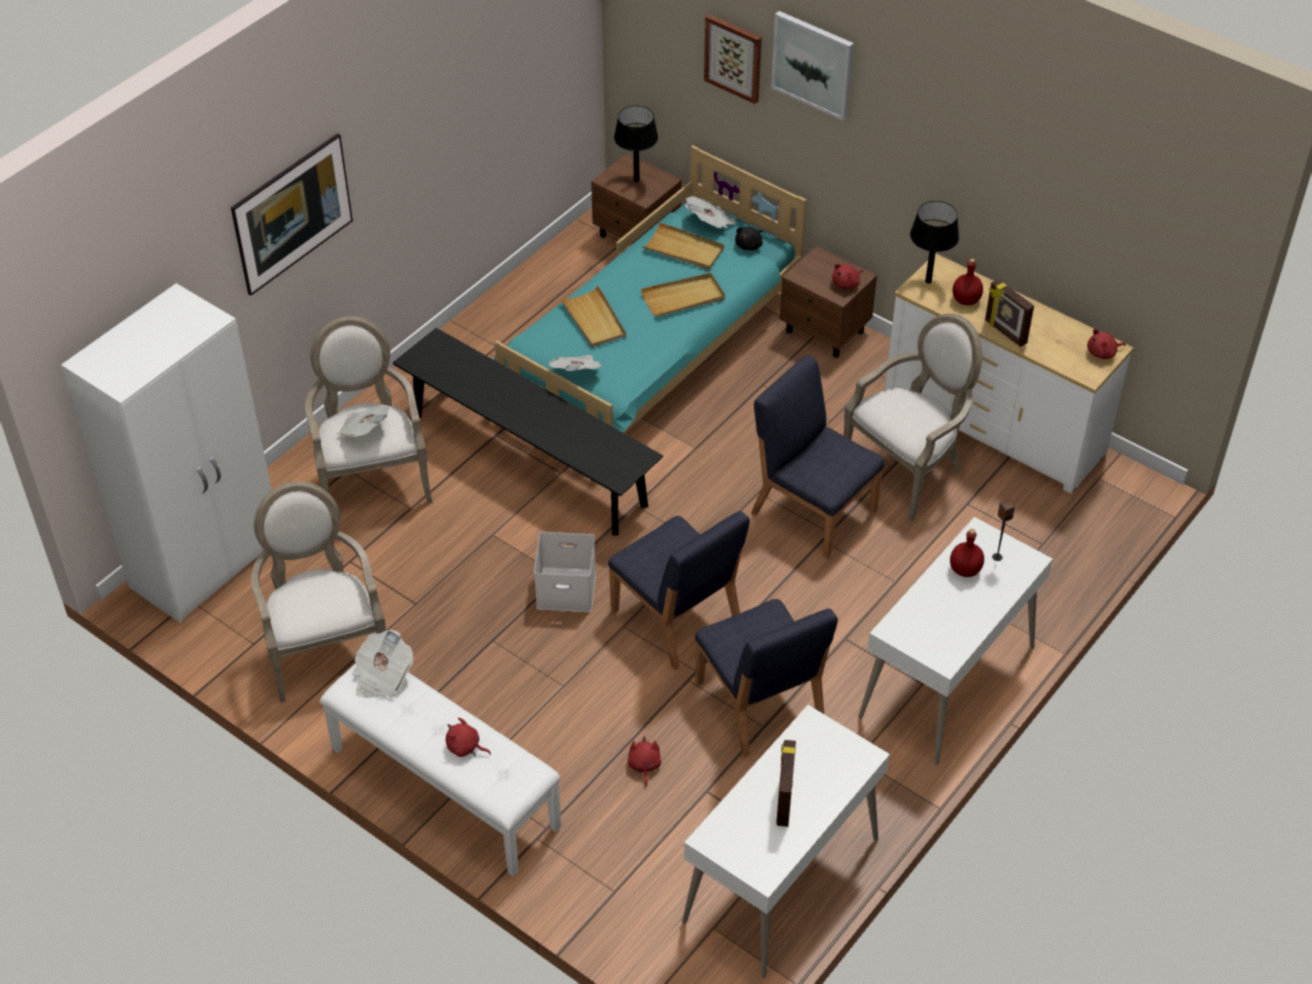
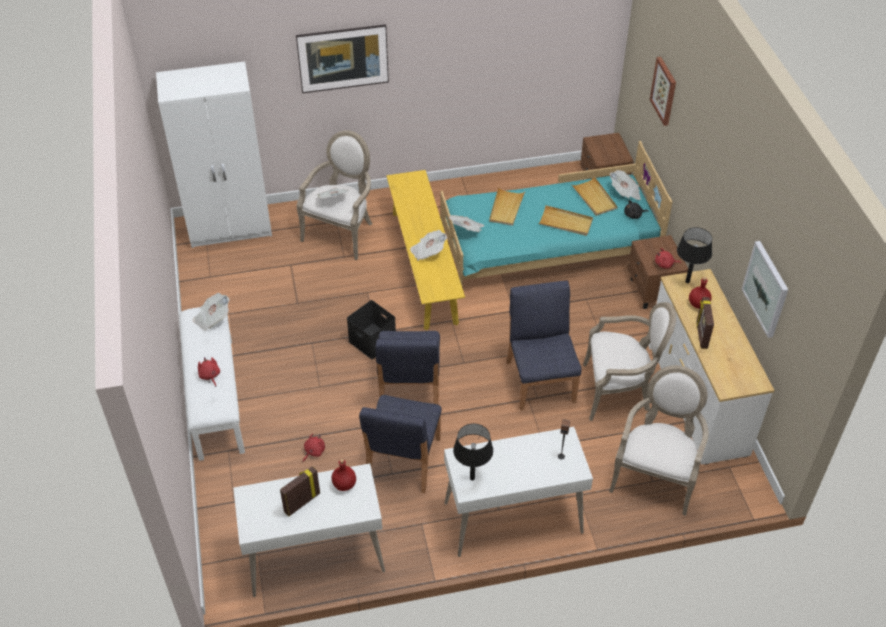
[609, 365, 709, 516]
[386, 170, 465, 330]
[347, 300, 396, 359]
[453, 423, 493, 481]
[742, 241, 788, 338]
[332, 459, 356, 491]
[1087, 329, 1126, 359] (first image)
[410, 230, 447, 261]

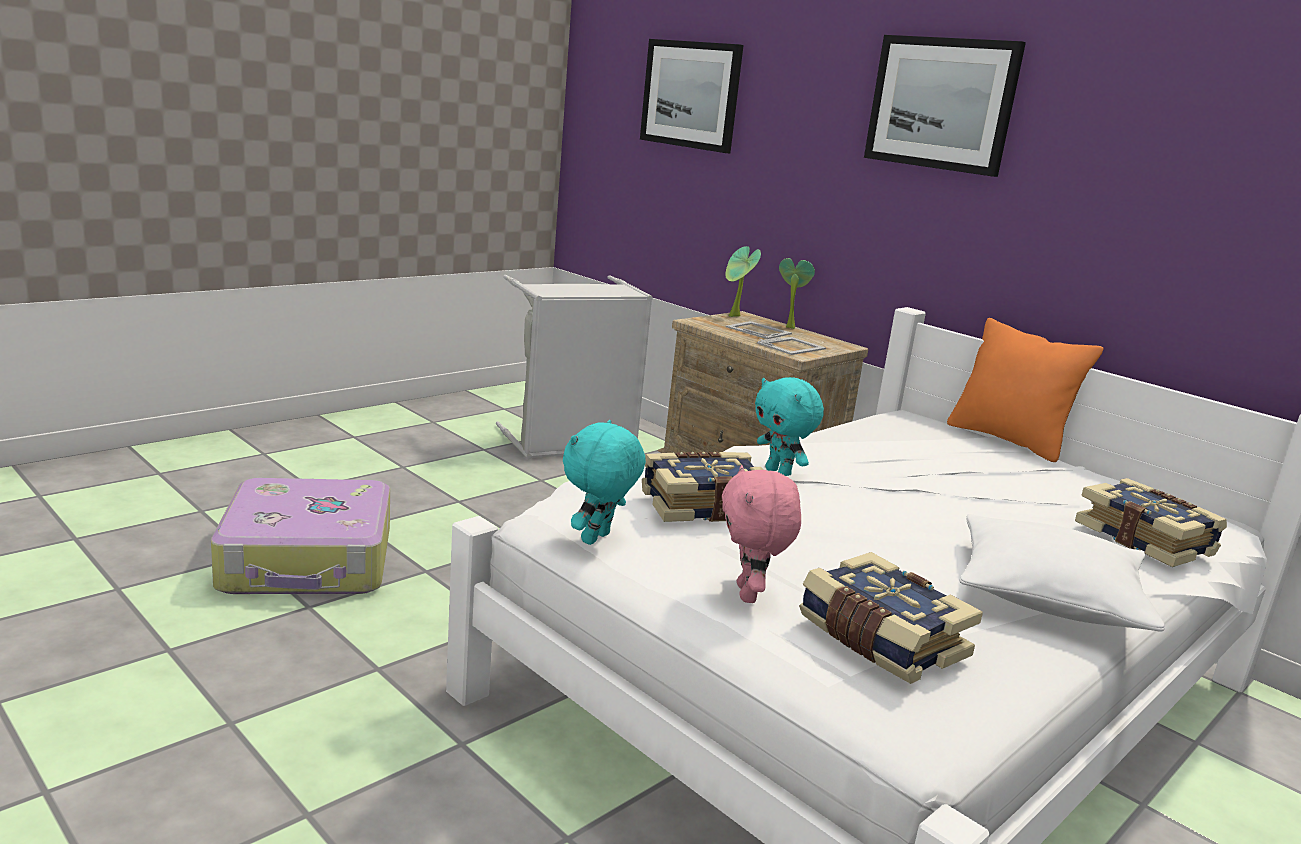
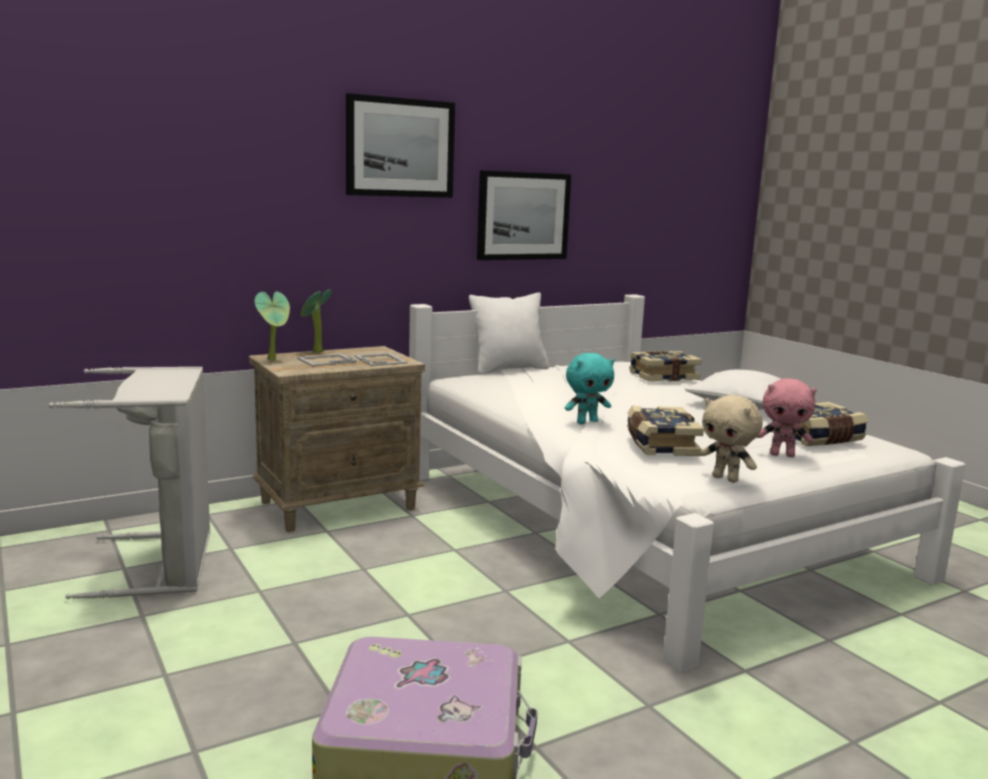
[700, 395, 763, 483]
[477, 170, 571, 260]
[469, 292, 549, 374]

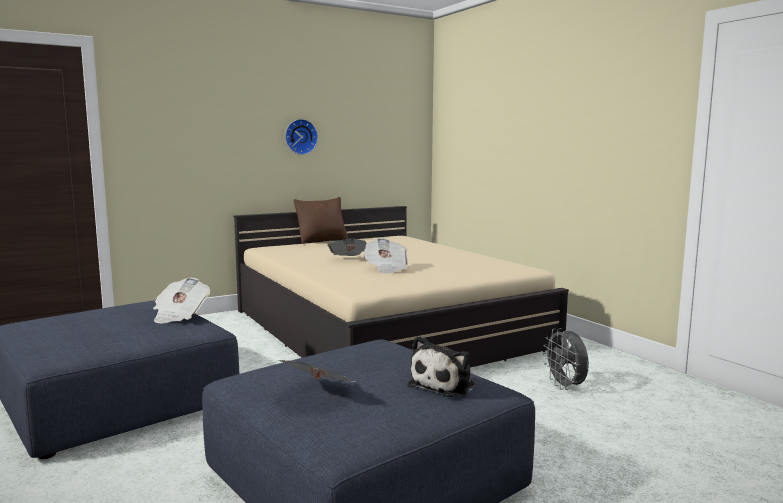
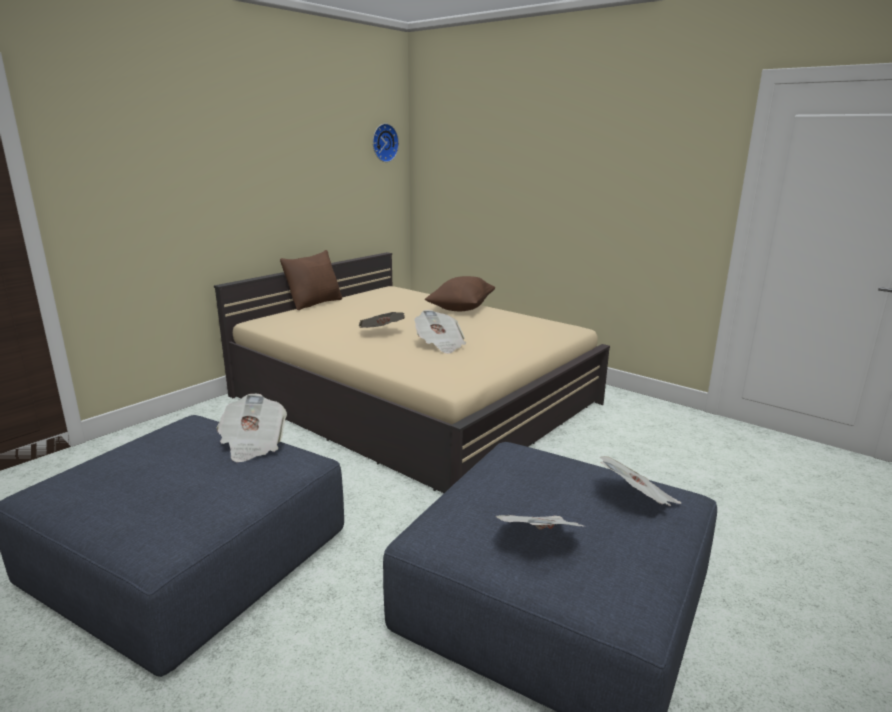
[373, 123, 399, 162]
[599, 456, 681, 506]
[543, 328, 589, 390] (first image)
[425, 276, 495, 311]

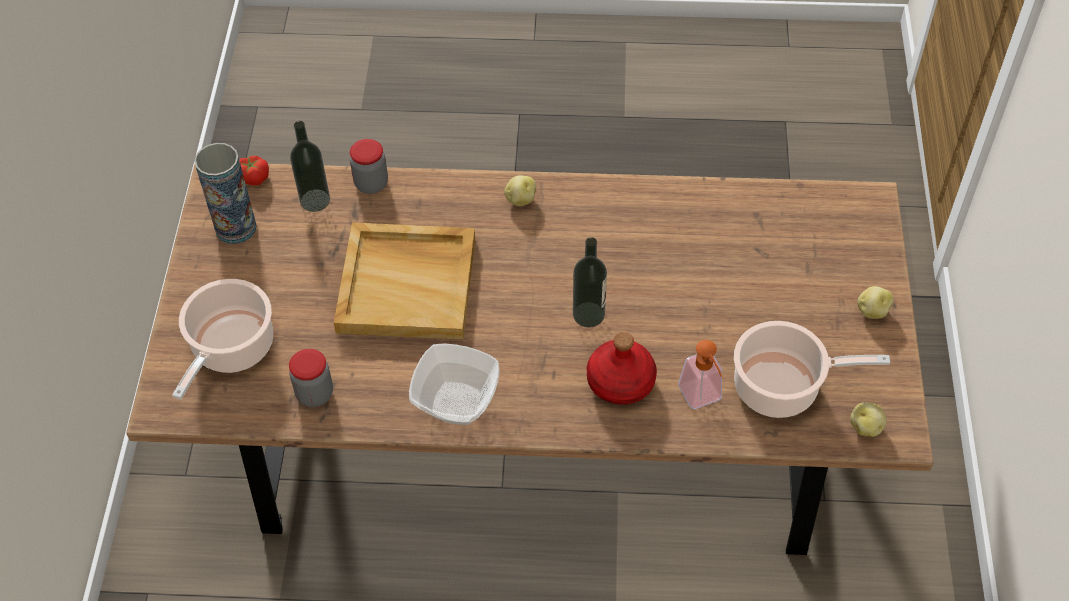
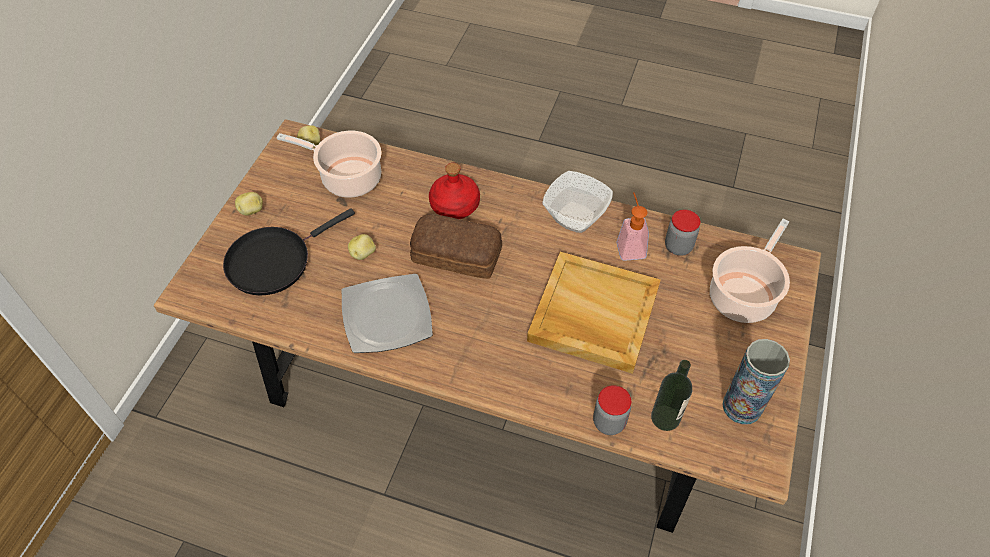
[239, 156, 269, 186] (first image)
[348, 234, 376, 260]
[410, 214, 502, 279]
[616, 192, 649, 261]
[223, 208, 355, 295]
[342, 274, 433, 353]

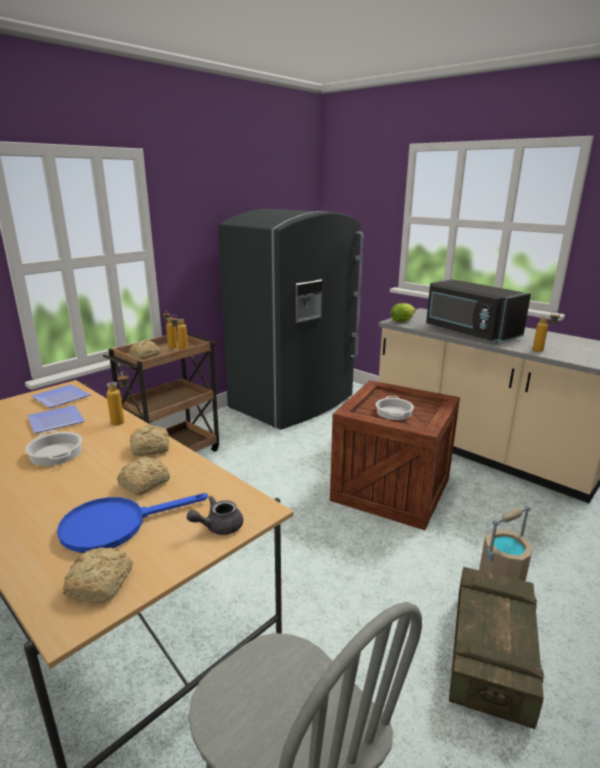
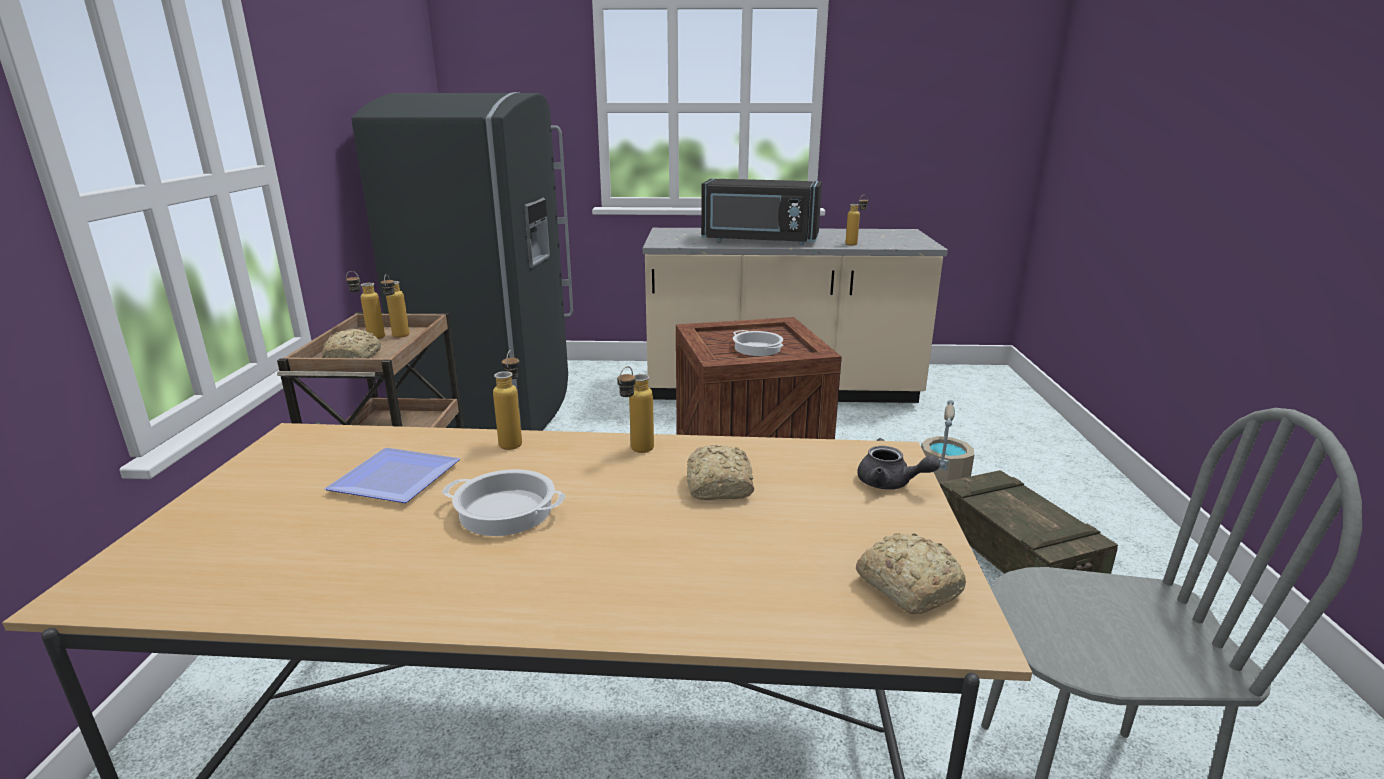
[31, 384, 91, 408] (first image)
[57, 493, 208, 553] (first image)
[617, 366, 654, 453]
[857, 446, 940, 490]
[390, 303, 416, 322] (first image)

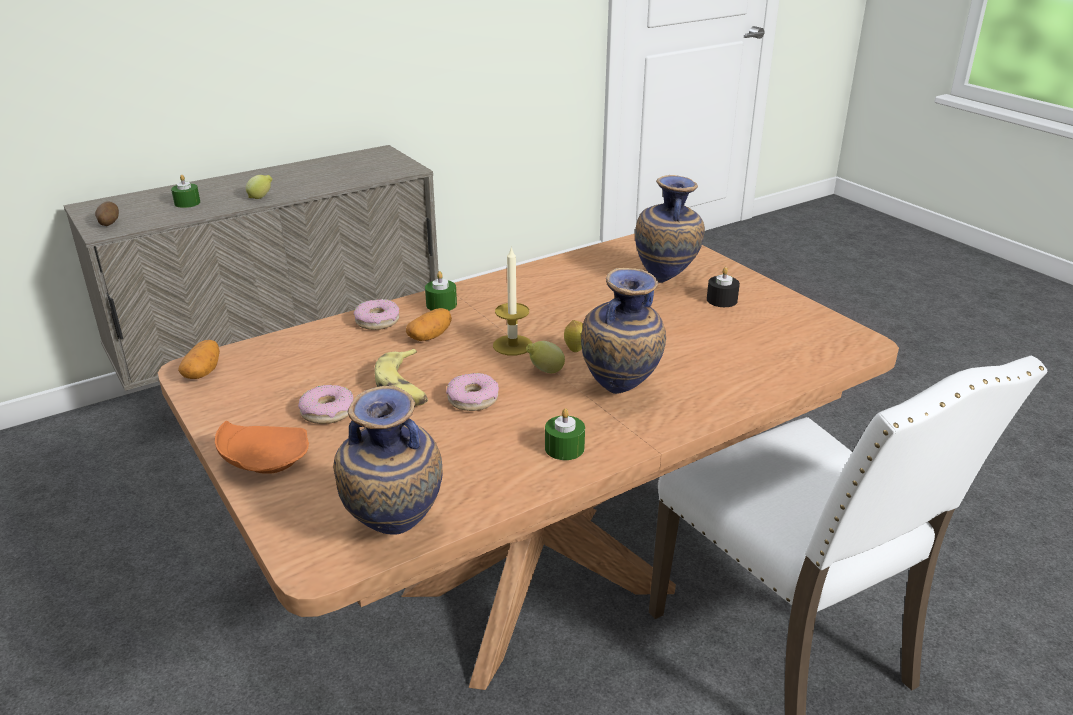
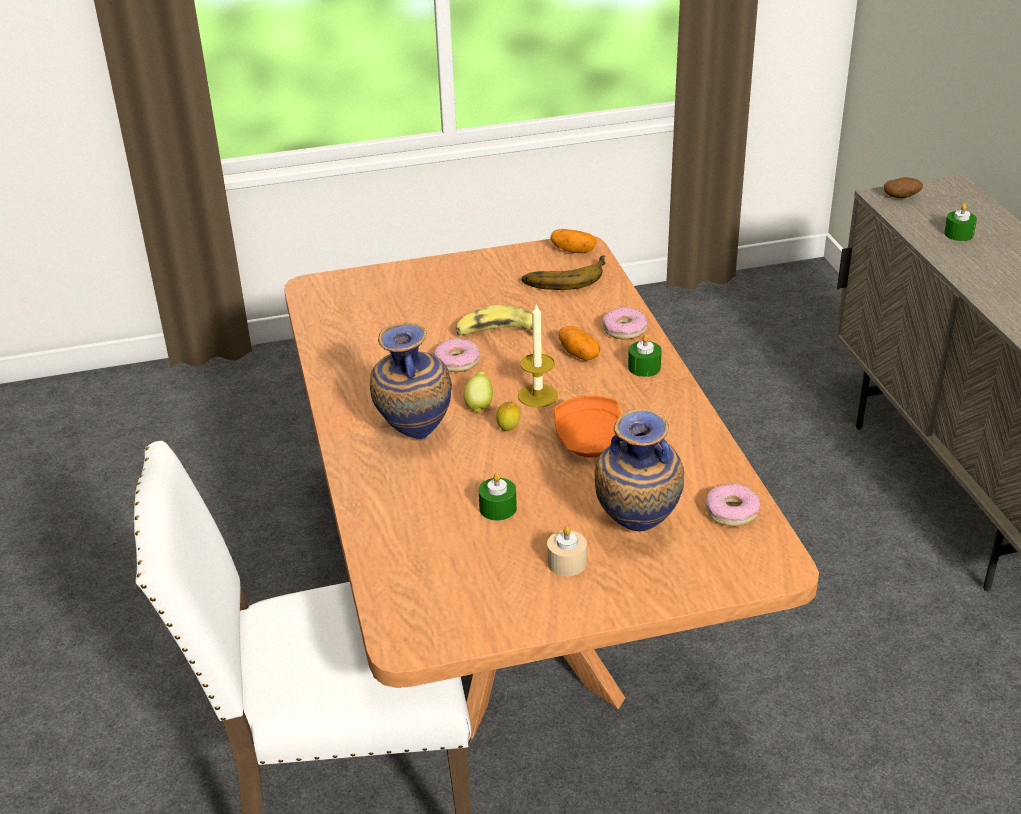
[554, 396, 621, 458]
[246, 175, 272, 199] (first image)
[706, 483, 760, 527]
[333, 386, 443, 535] (first image)
[479, 473, 517, 521]
[547, 526, 587, 576]
[521, 255, 605, 290]

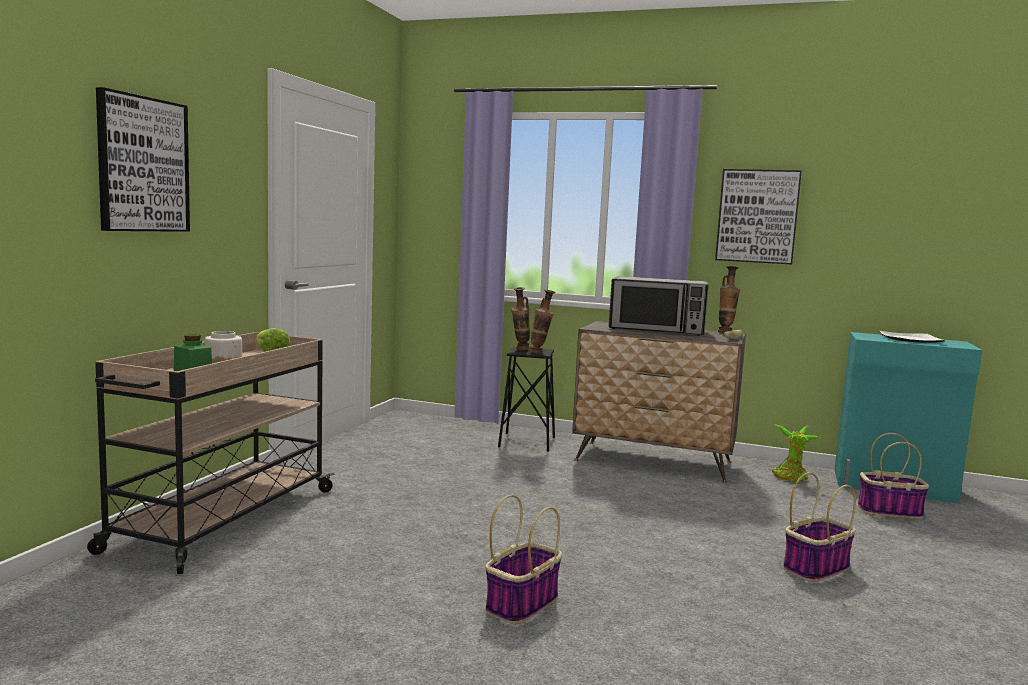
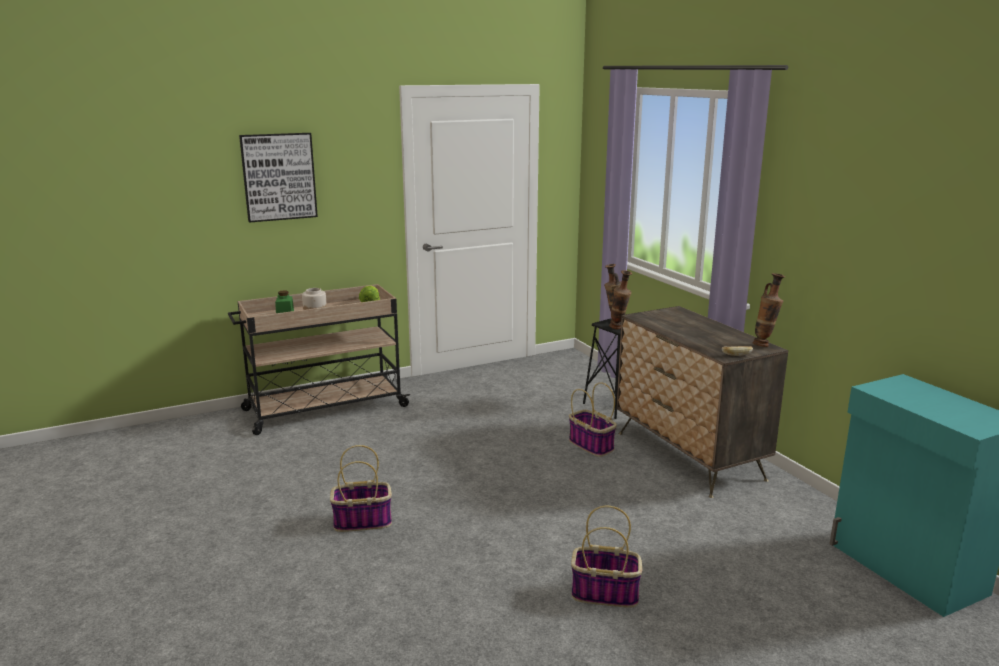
[609, 276, 709, 336] (first image)
[715, 169, 802, 264] (first image)
[772, 425, 820, 481] (first image)
[569, 382, 617, 457]
[879, 331, 945, 343] (first image)

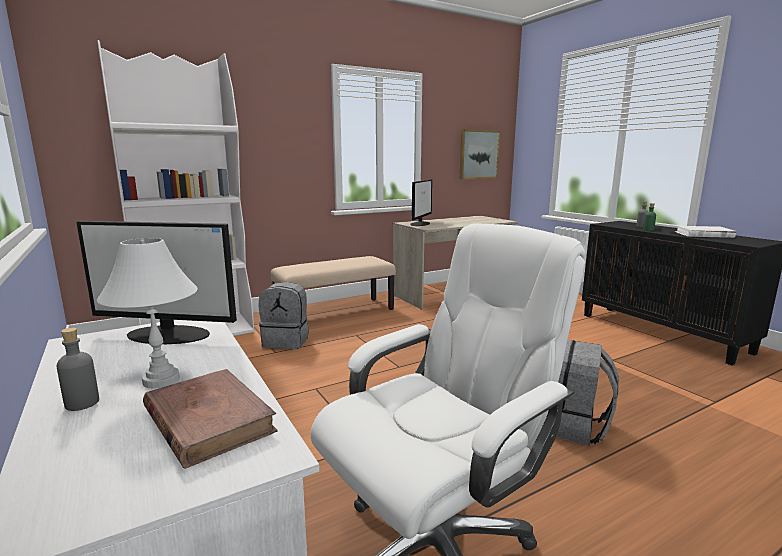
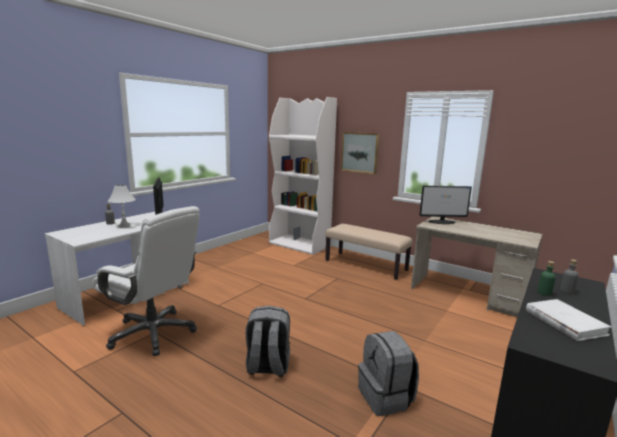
[143, 369, 278, 469] (first image)
[358, 331, 419, 416]
[341, 132, 379, 174]

